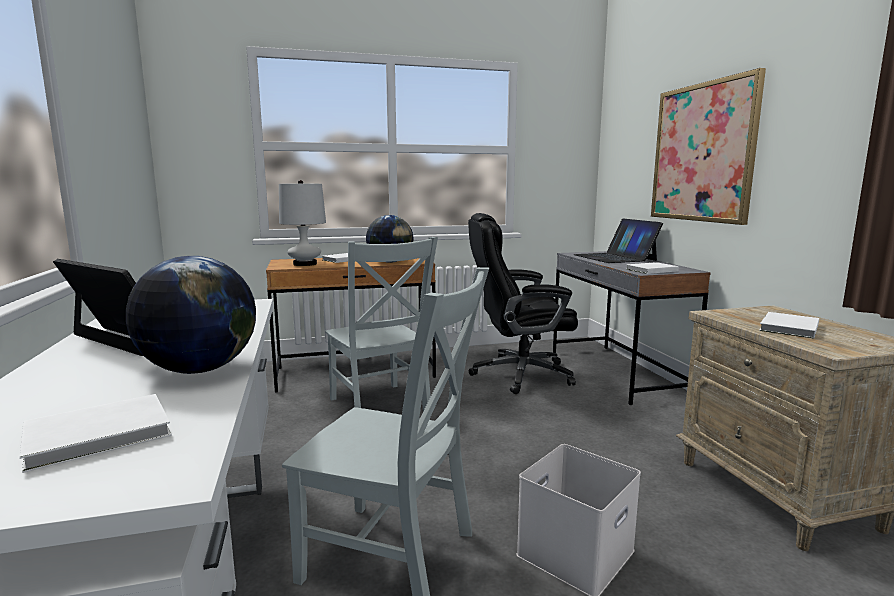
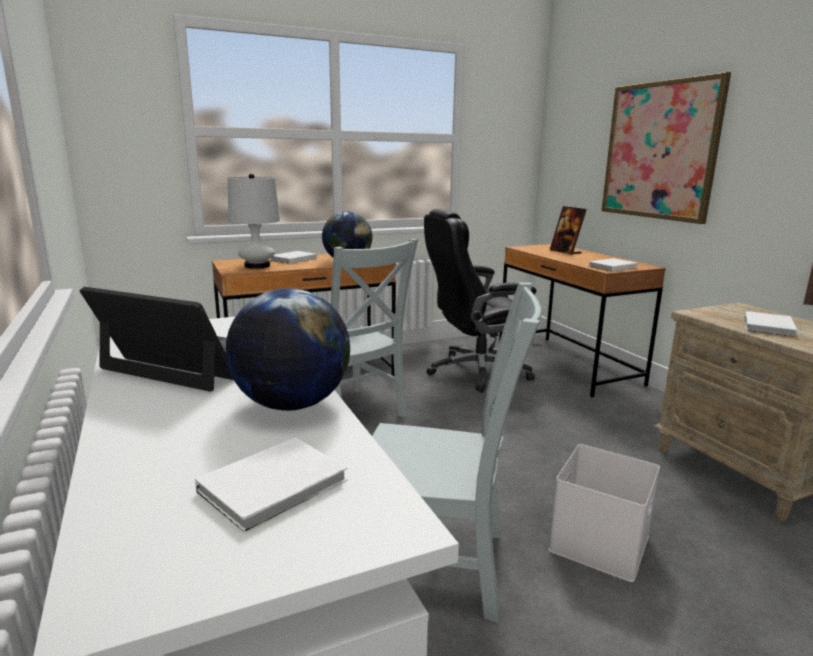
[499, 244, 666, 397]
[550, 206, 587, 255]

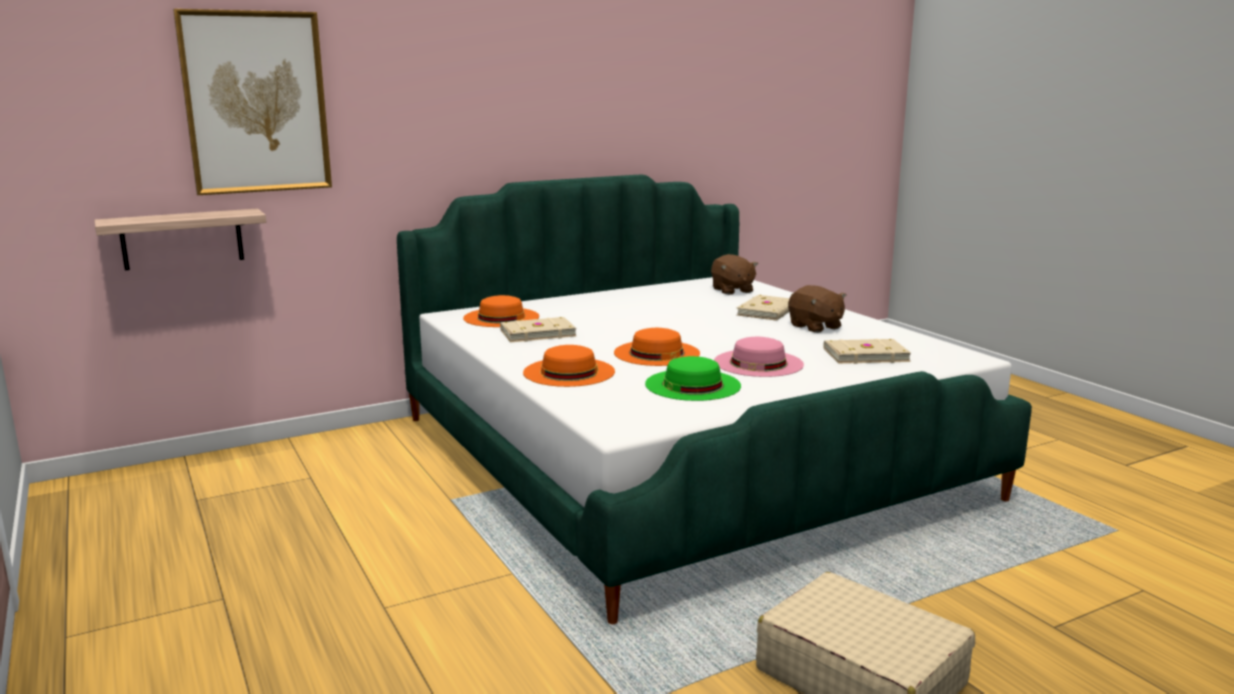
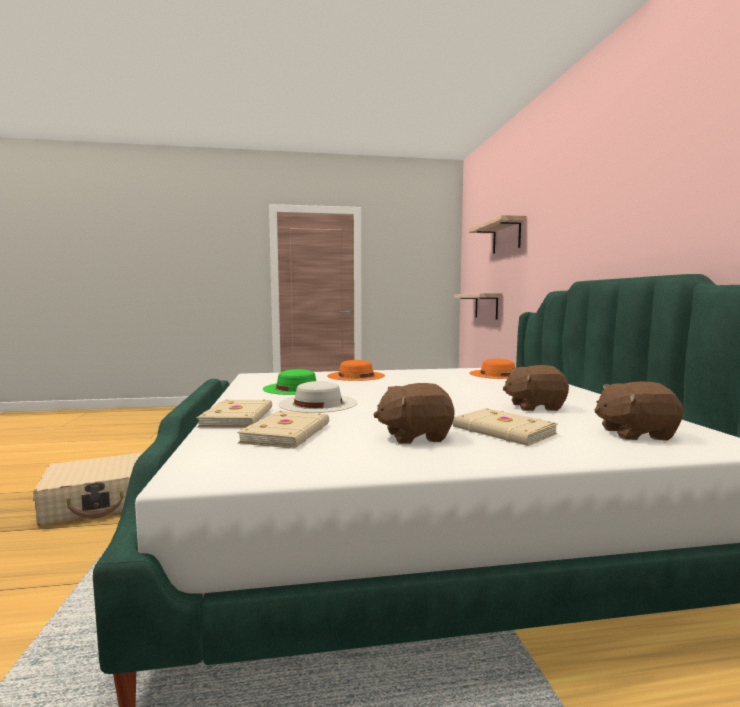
[469, 215, 527, 254]
[196, 399, 272, 428]
[614, 328, 700, 366] (first image)
[278, 381, 358, 413]
[503, 365, 569, 411]

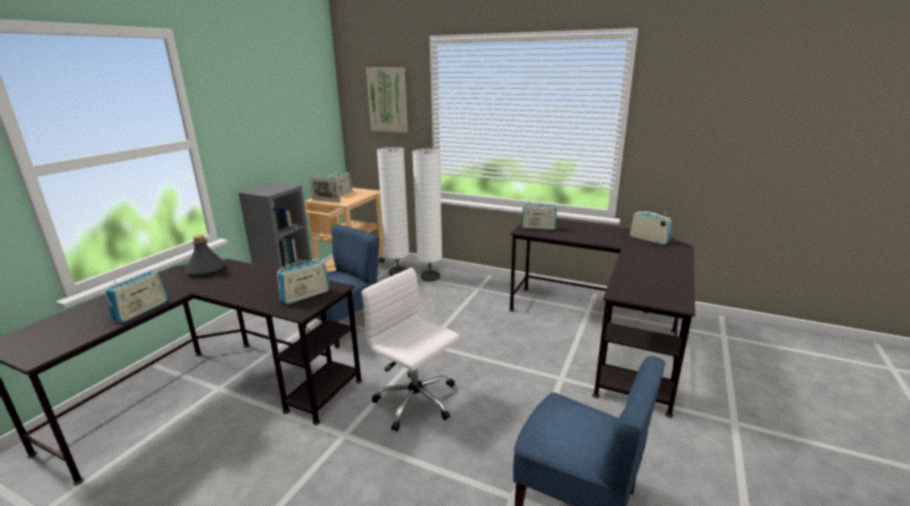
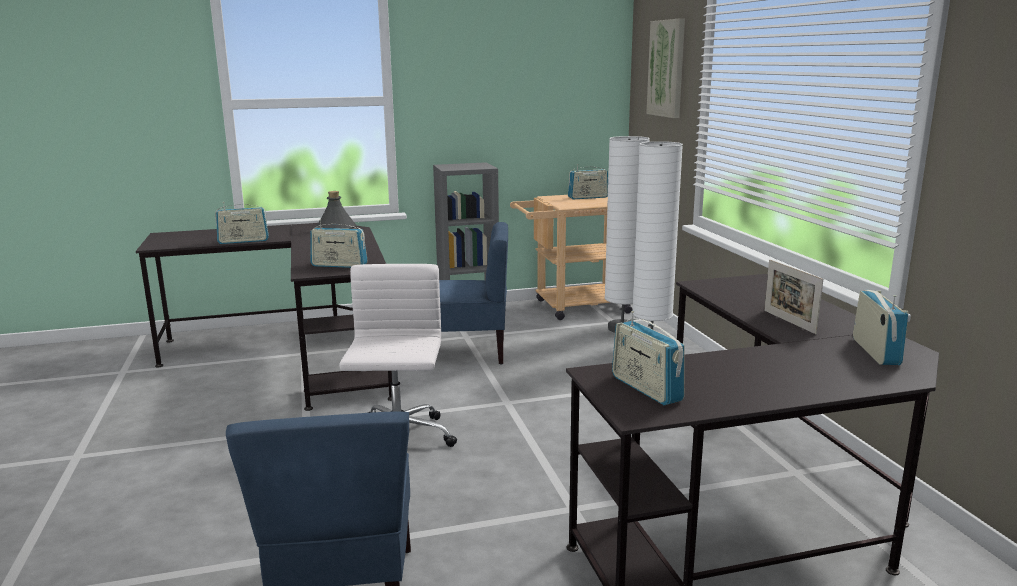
[764, 259, 823, 334]
[612, 311, 685, 405]

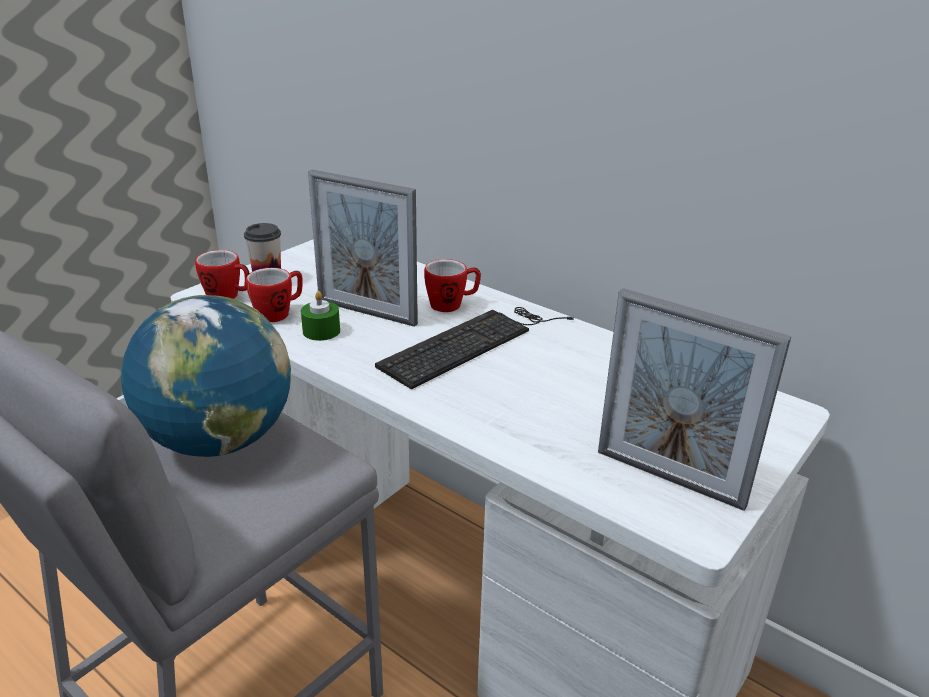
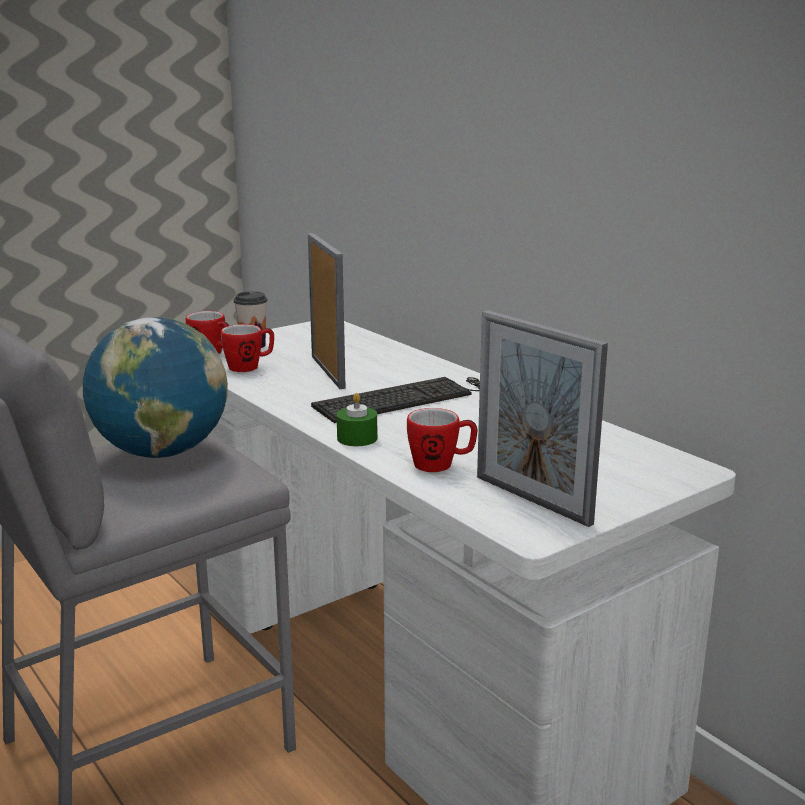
[337, 393, 377, 447]
[308, 233, 346, 389]
[407, 408, 477, 472]

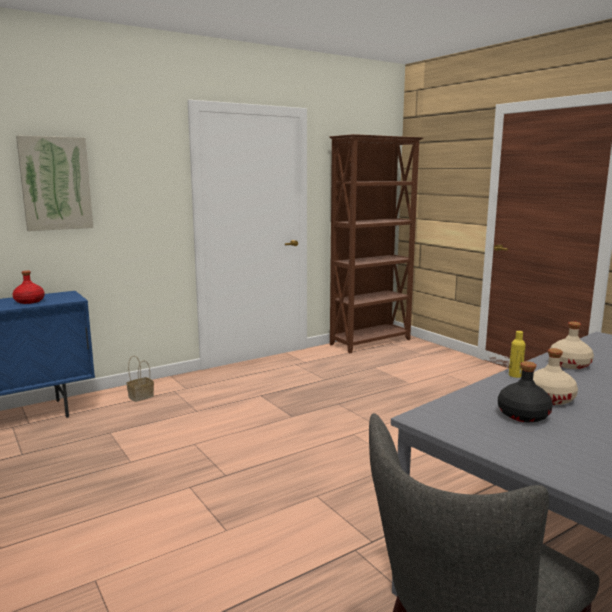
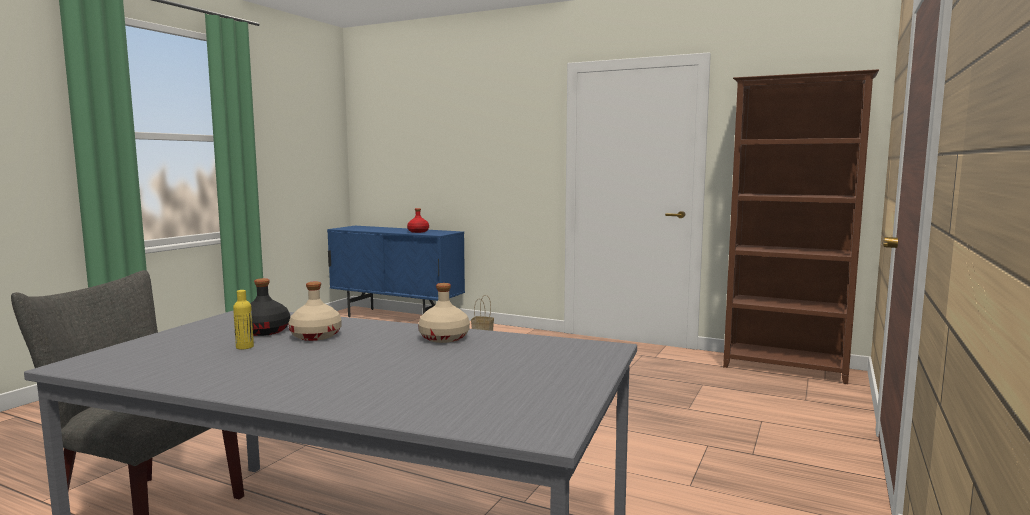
[16, 135, 93, 231] (first image)
[233, 290, 254, 349]

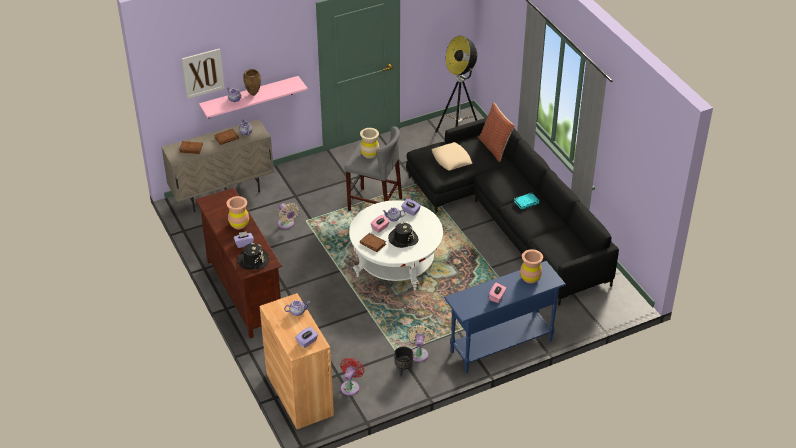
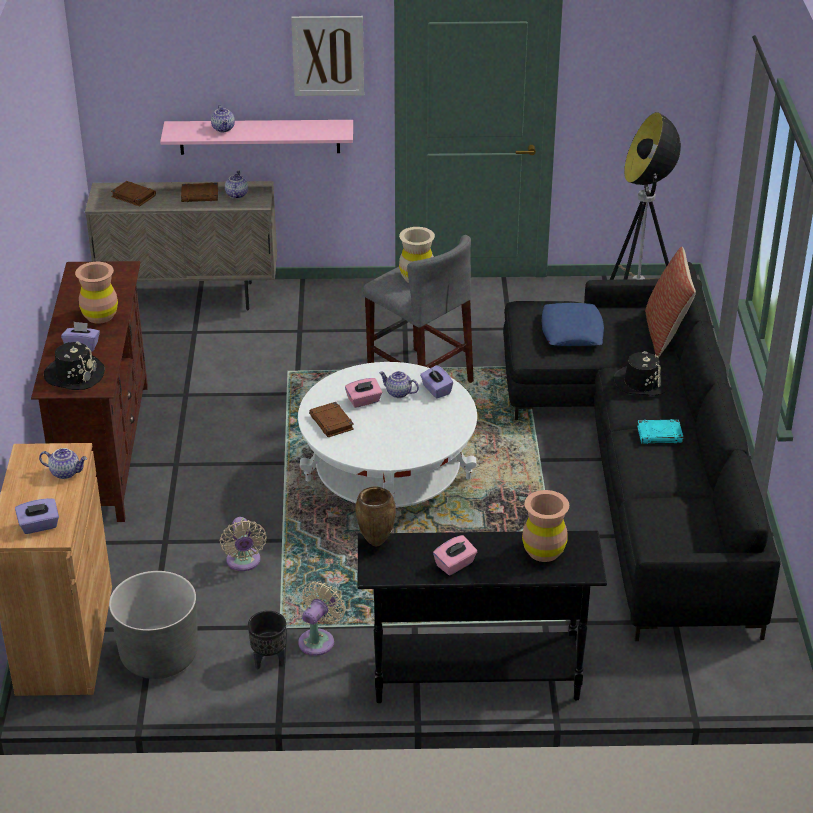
[291, 16, 364, 96]
[355, 487, 396, 547]
[220, 517, 267, 571]
[109, 571, 198, 679]
[613, 351, 668, 396]
[542, 303, 604, 346]
[358, 531, 607, 703]

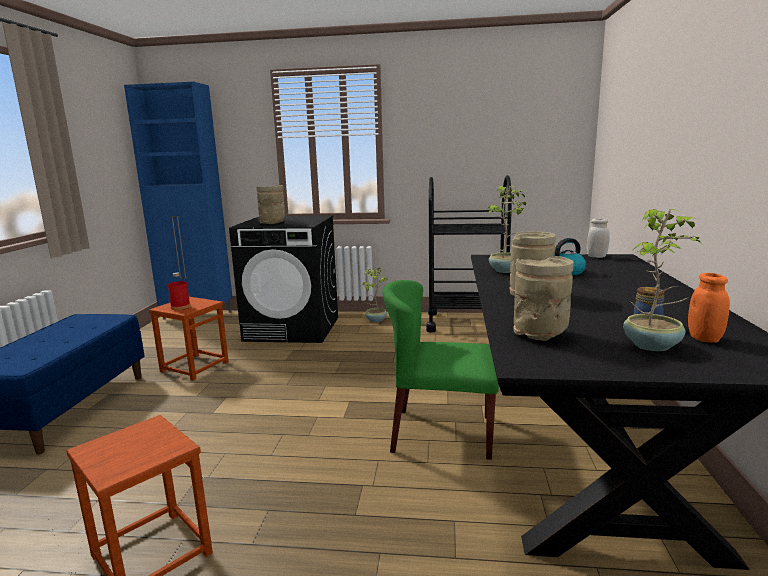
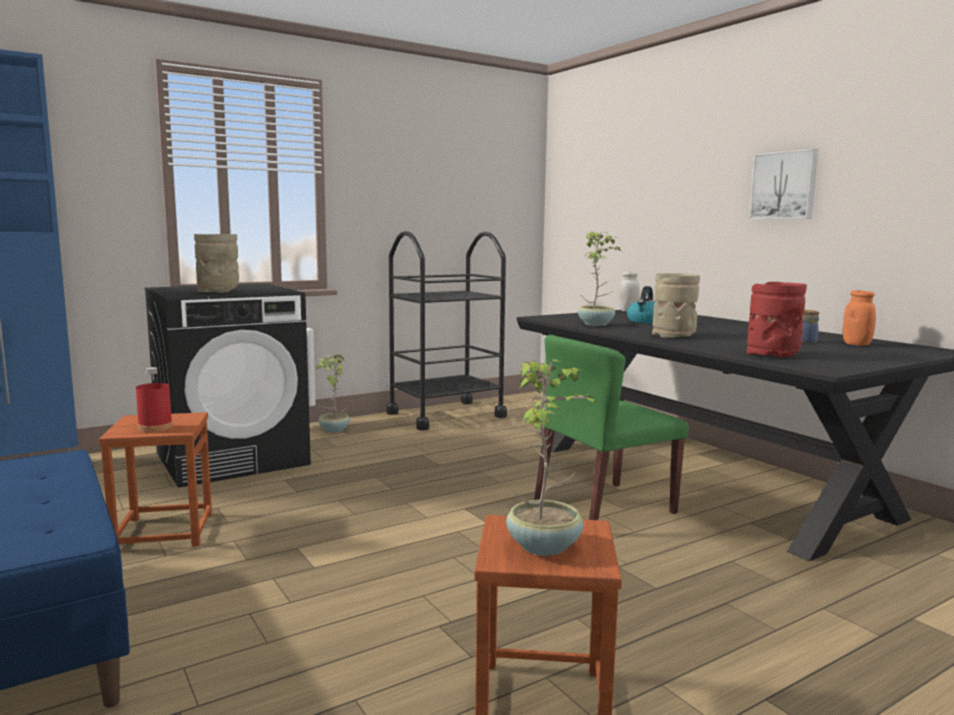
[747, 282, 807, 357]
[506, 359, 598, 556]
[749, 149, 818, 219]

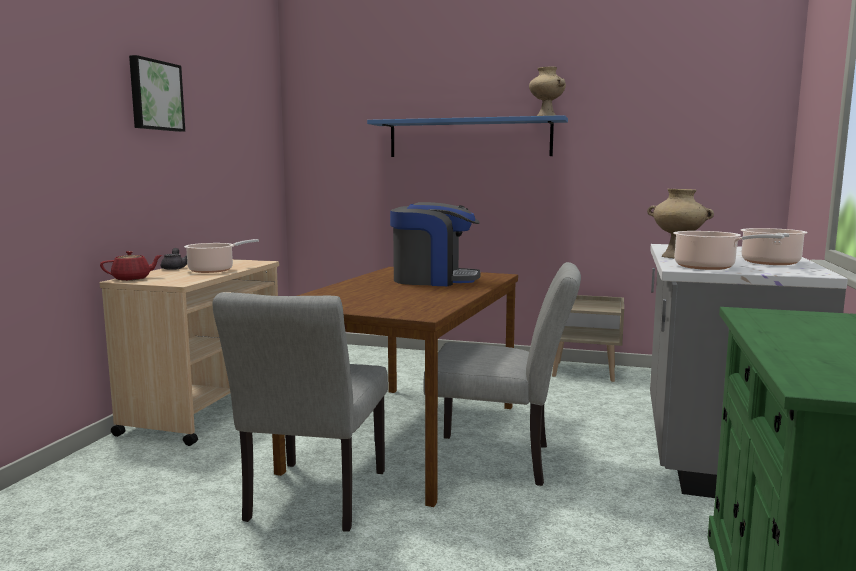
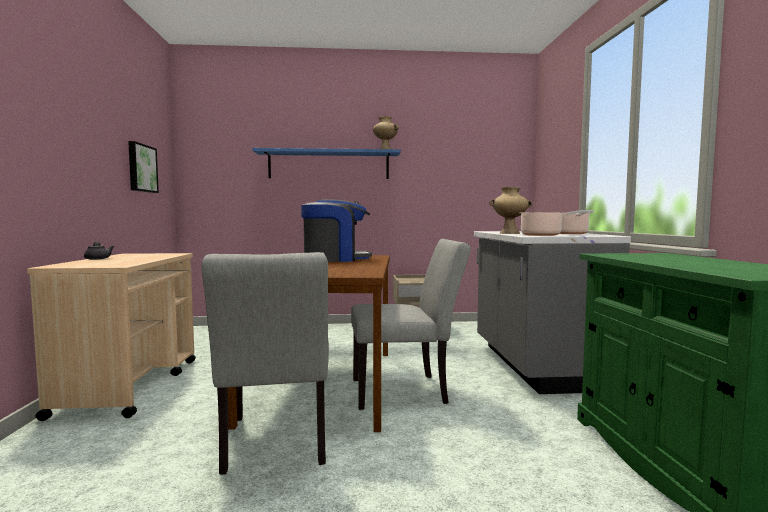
[100, 251, 162, 281] (first image)
[128, 141, 159, 193]
[184, 239, 259, 273] (first image)

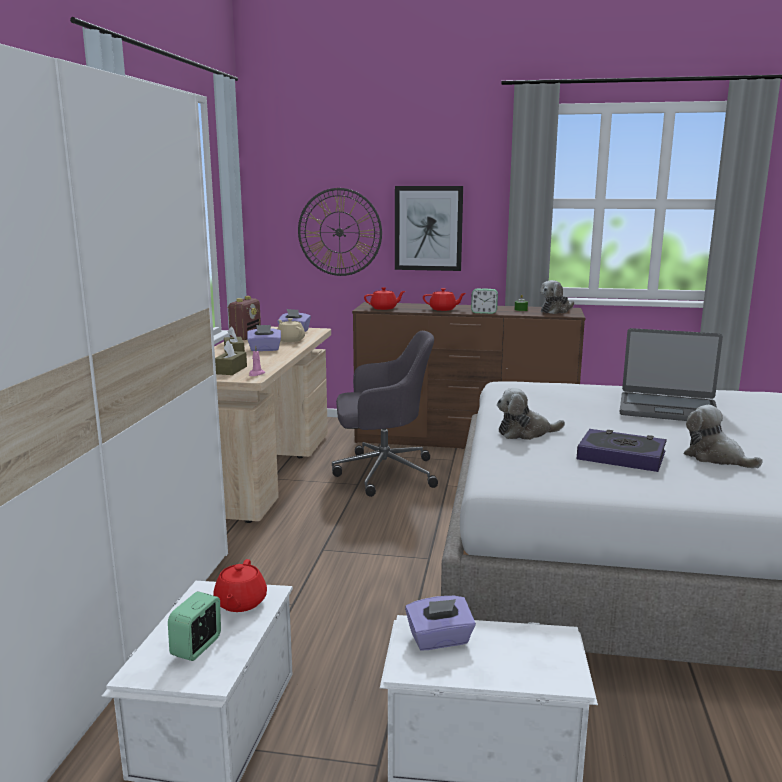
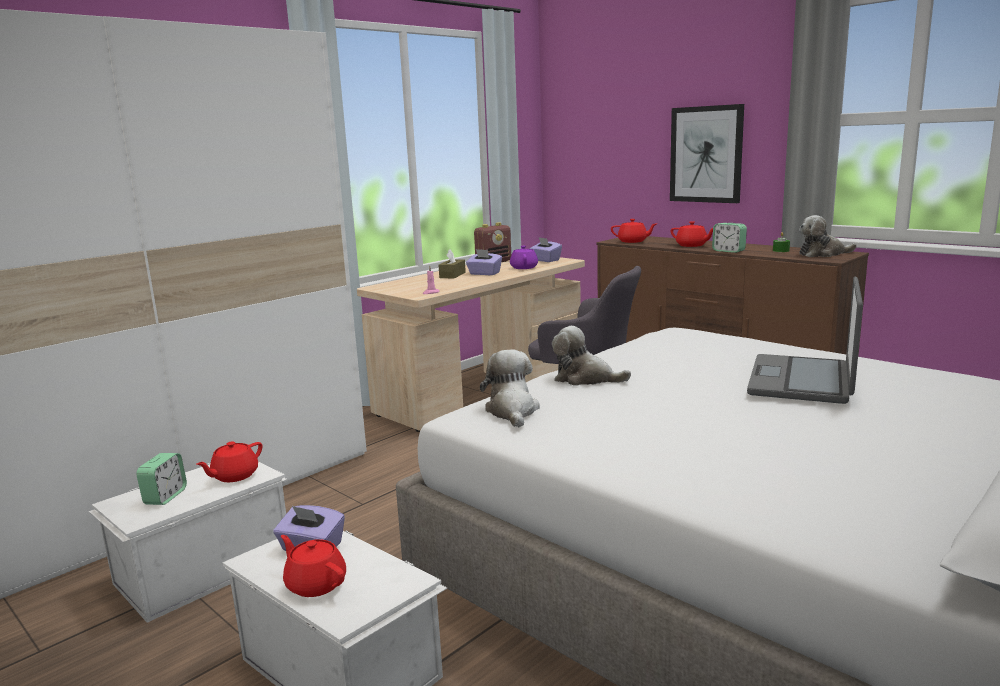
[136, 453, 187, 505]
[215, 340, 247, 375] (first image)
[510, 246, 538, 269]
[298, 188, 382, 276] (first image)
[577, 429, 667, 472] (first image)
[747, 277, 863, 404]
[480, 350, 540, 427]
[281, 535, 346, 597]

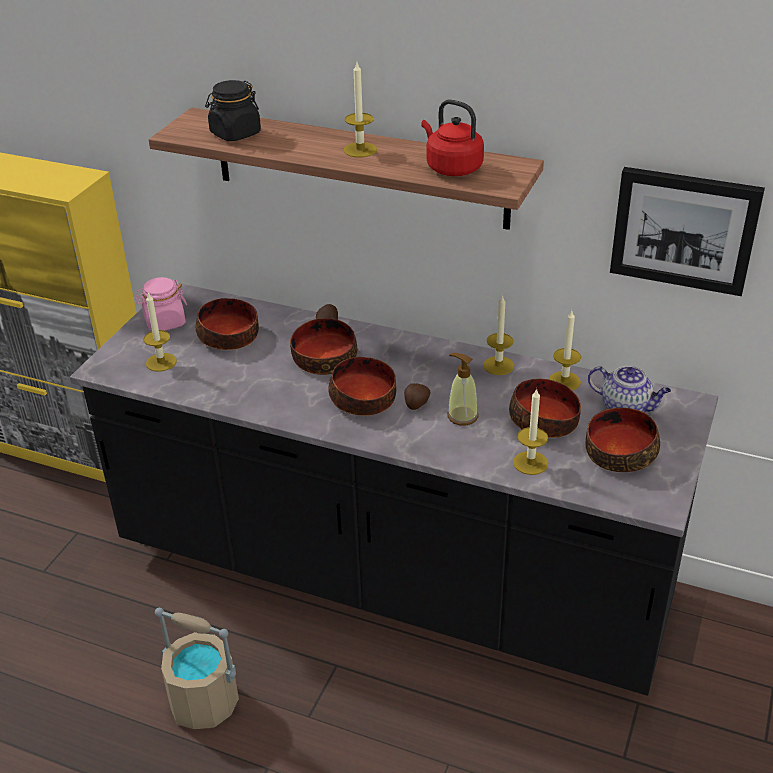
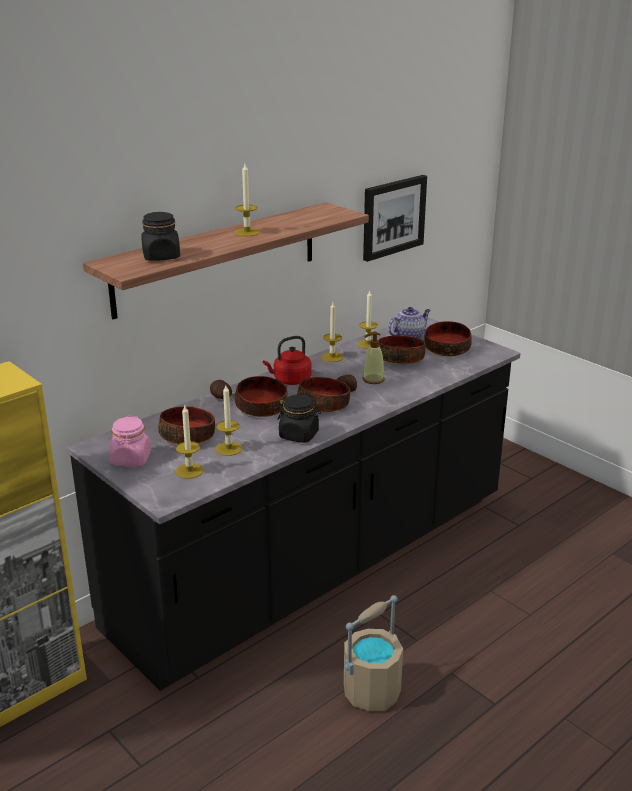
[263, 336, 312, 385]
[216, 385, 242, 456]
[278, 395, 321, 443]

